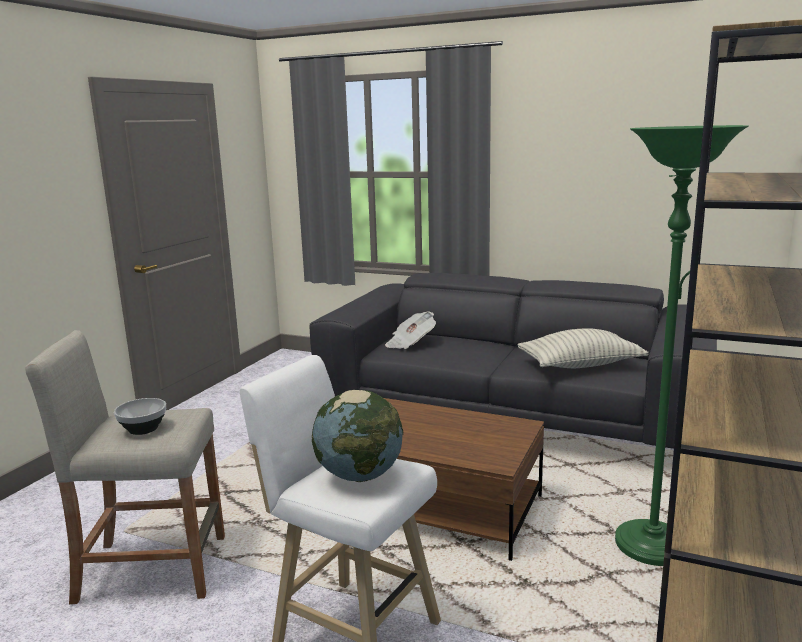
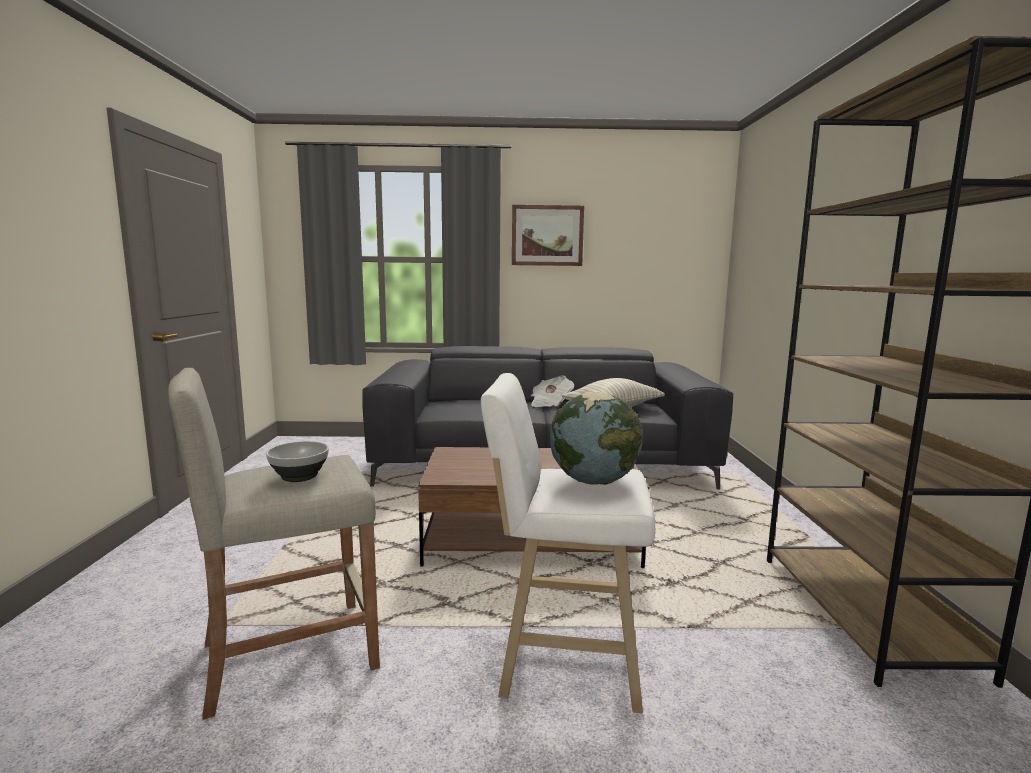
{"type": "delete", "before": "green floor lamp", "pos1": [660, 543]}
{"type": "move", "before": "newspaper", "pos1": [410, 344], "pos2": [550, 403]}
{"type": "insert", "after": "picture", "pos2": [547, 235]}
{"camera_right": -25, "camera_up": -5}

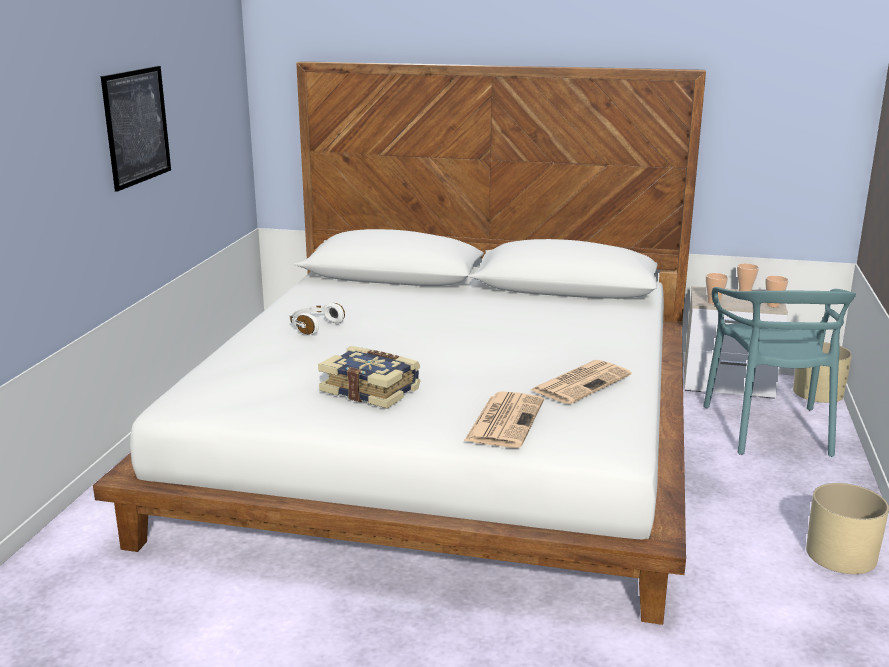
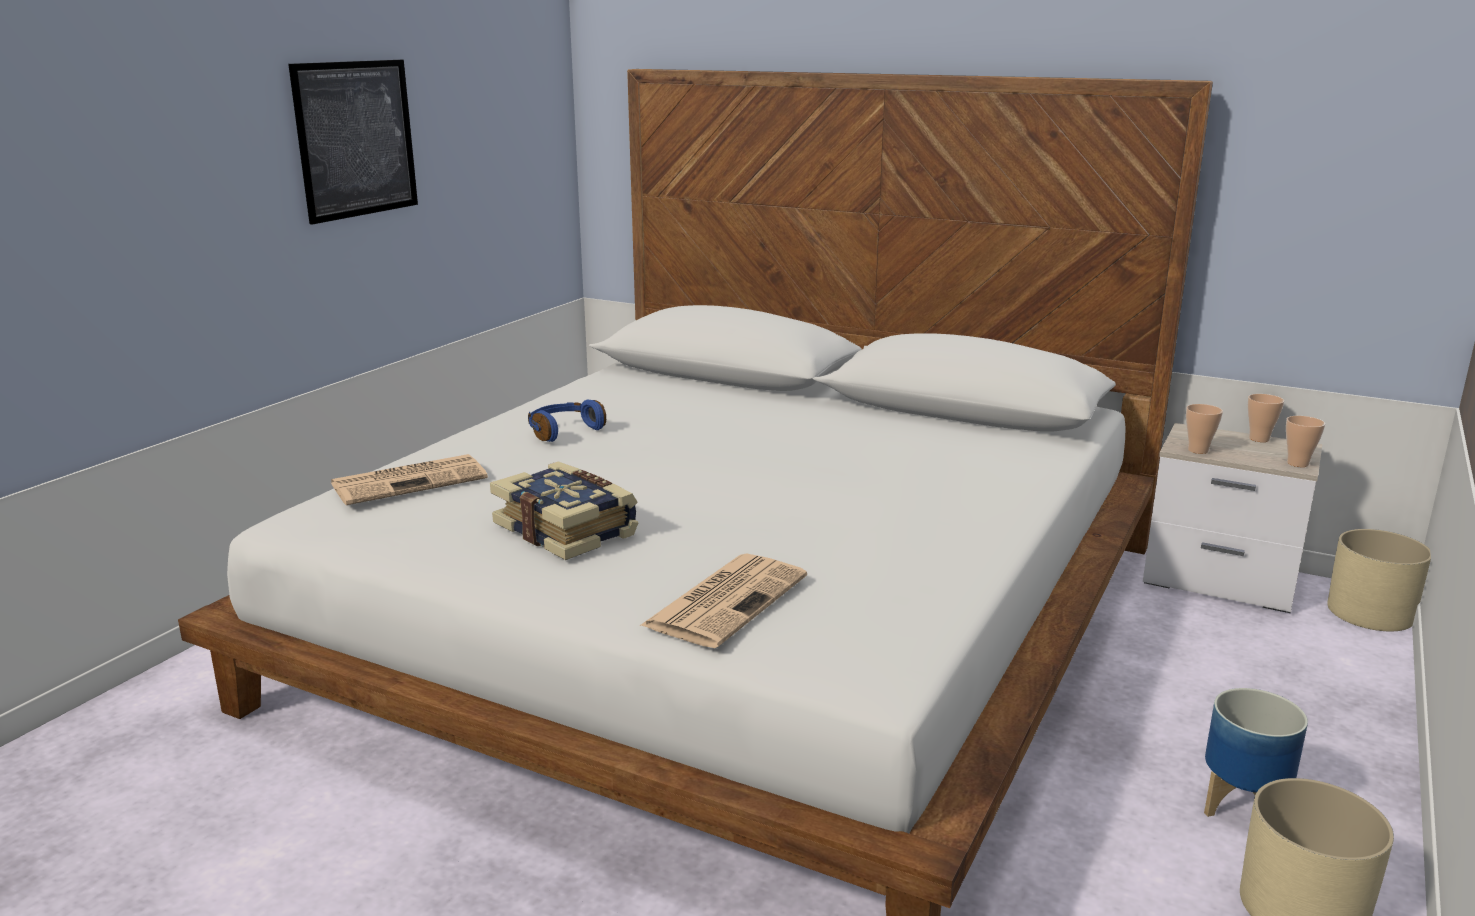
{"type": "delete", "before": "turquoise chair", "pos1": [770, 429]}
{"type": "recolor", "before": "white headphones", "after": "blue headphones", "pos1": [314, 326], "pos2": [563, 431]}
{"type": "move", "before": "newspaper", "pos1": [581, 382], "pos2": [411, 481]}
{"type": "insert", "after": "planter", "pos2": [1242, 807]}
{"camera_right": 15, "camera_up": 0}

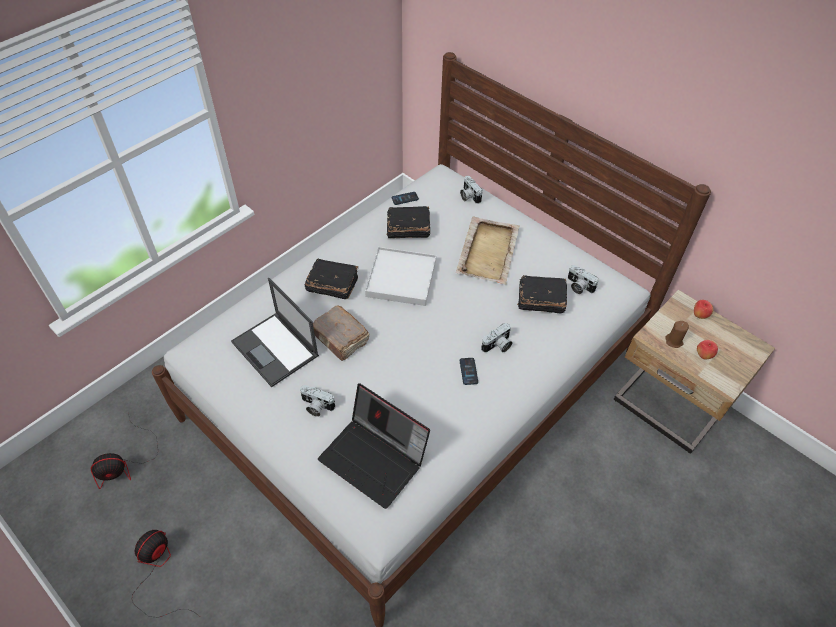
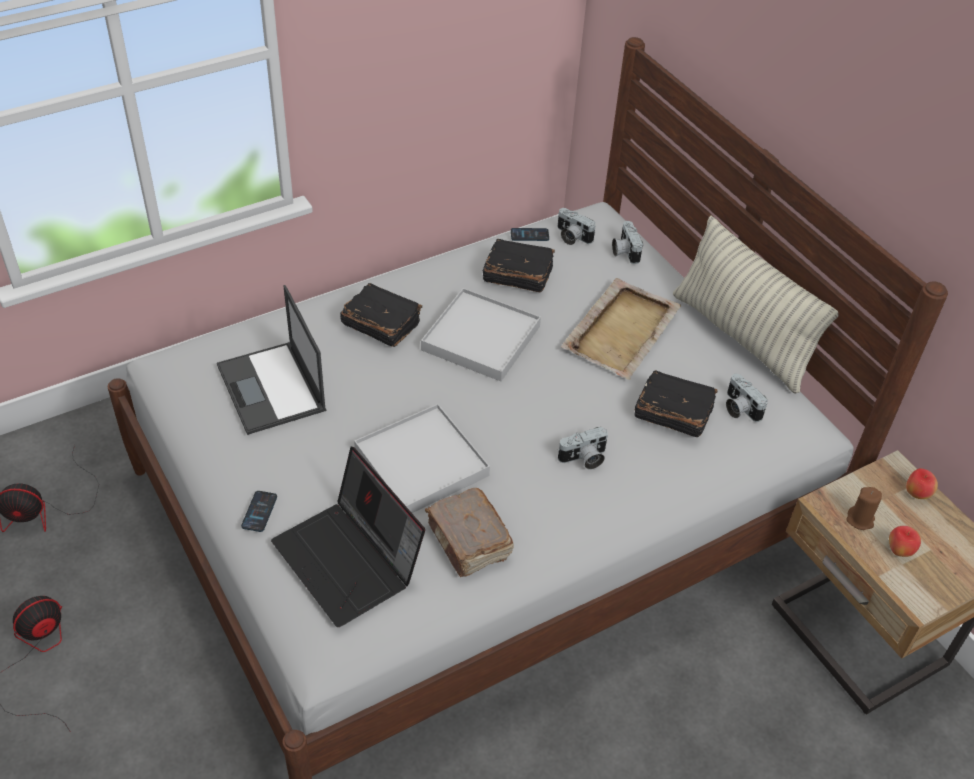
{"type": "move", "before": "brown book", "pos1": [341, 339], "pos2": [468, 542]}
{"type": "move", "before": "phone", "pos1": [468, 371], "pos2": [259, 512]}
{"type": "move", "before": "photo camera", "pos1": [316, 406], "pos2": [571, 237]}
{"type": "insert", "after": "pillow", "pos2": [741, 337]}
{"type": "insert", "after": "white tray", "pos2": [421, 463]}
{"camera_right": 15, "camera_up": -5}

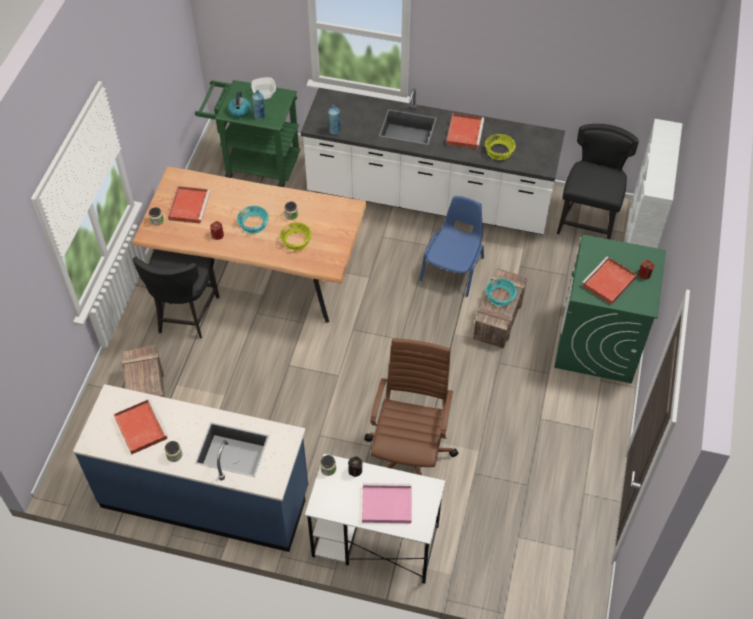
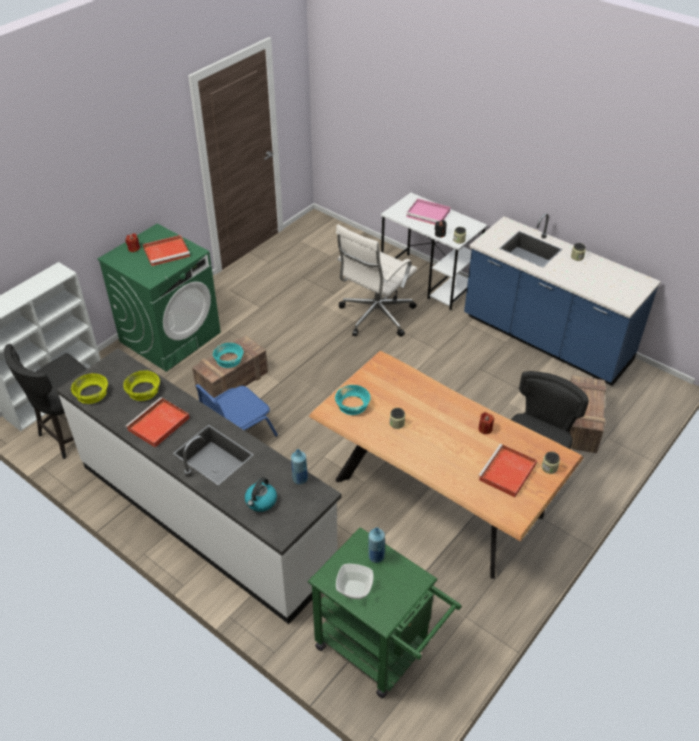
{"type": "move", "before": "kettle", "pos1": [239, 110], "pos2": [261, 502]}
{"type": "move", "before": "turquoise bowl", "pos1": [254, 224], "pos2": [351, 405]}
{"type": "move", "before": "yellow bowl", "pos1": [297, 241], "pos2": [91, 393]}
{"type": "recolor", "before": "brown office chair", "after": "white office chair", "pos1": [409, 456], "pos2": [375, 316]}
{"type": "delete", "before": "red tray", "pos1": [140, 427]}
{"camera_right": -155, "camera_up": -10}

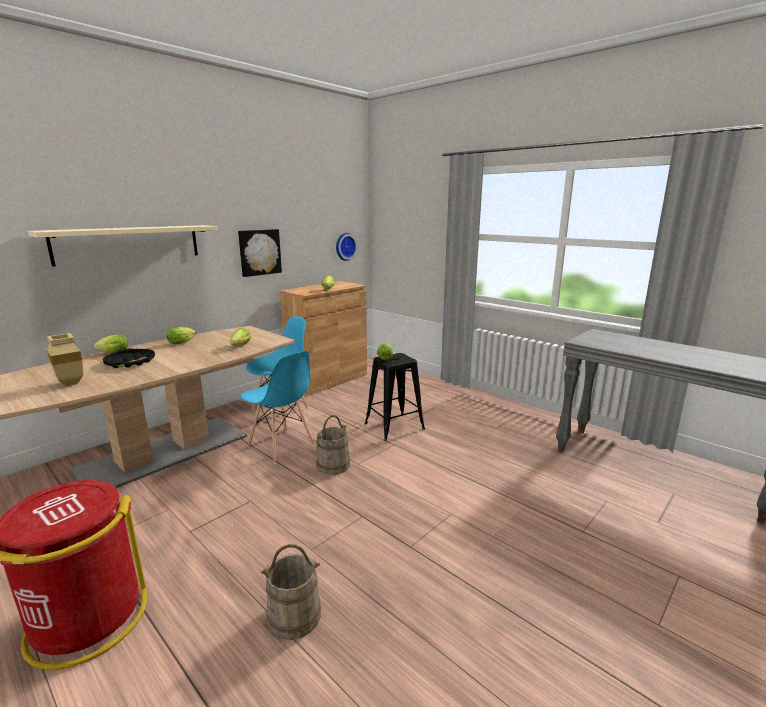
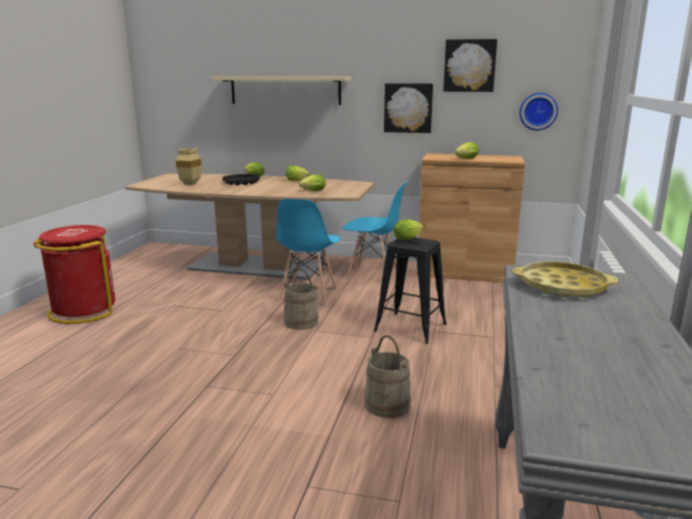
{"type": "move", "before": "beige bucket", "pos1": [294, 615], "pos2": [387, 404]}
{"type": "insert", "after": "picture", "pos2": [469, 65]}
{"type": "insert", "after": "yellow tray", "pos2": [562, 286]}
{"camera_right": 60, "camera_up": 0}

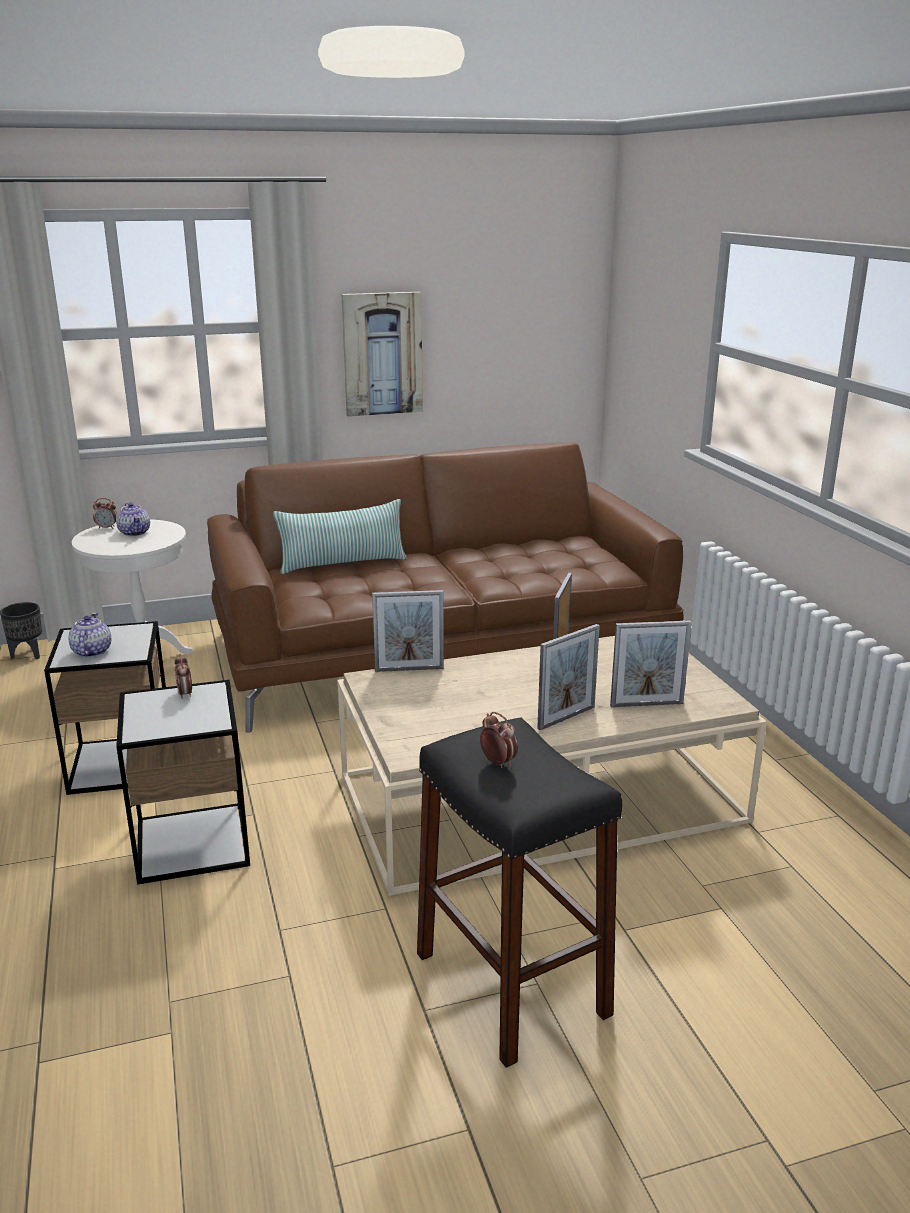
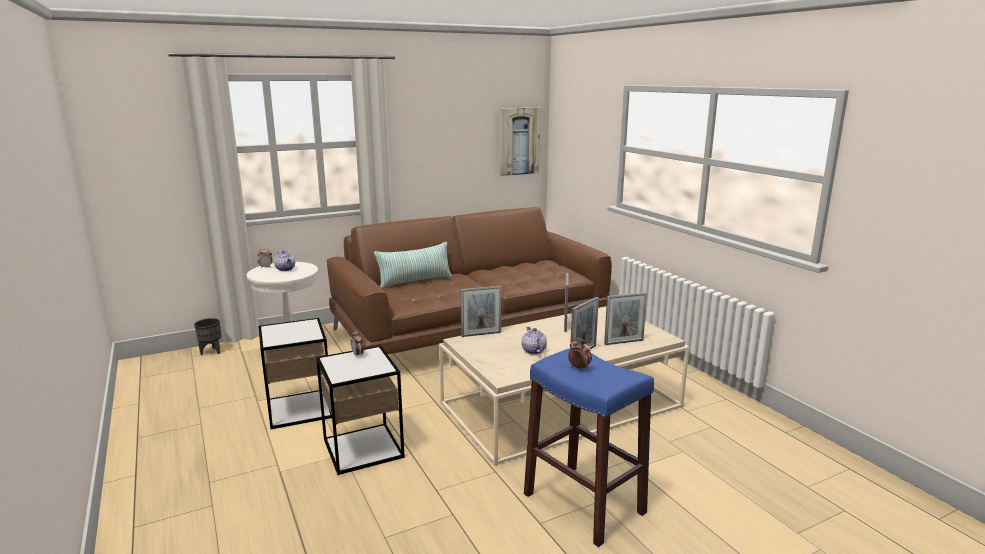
{"type": "move", "before": "picture", "pos1": [382, 354], "pos2": [519, 141]}
{"type": "move", "before": "teapot", "pos1": [91, 652], "pos2": [533, 350]}
{"type": "recolor", "before": "black stool", "after": "blue stool", "pos1": [511, 983], "pos2": [583, 503]}
{"camera_right": -10, "camera_up": -5}

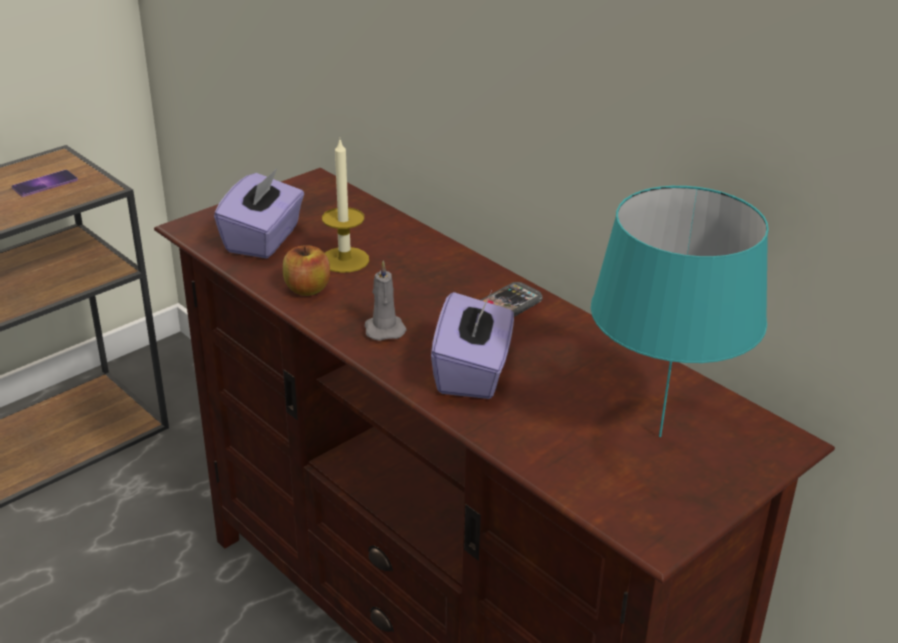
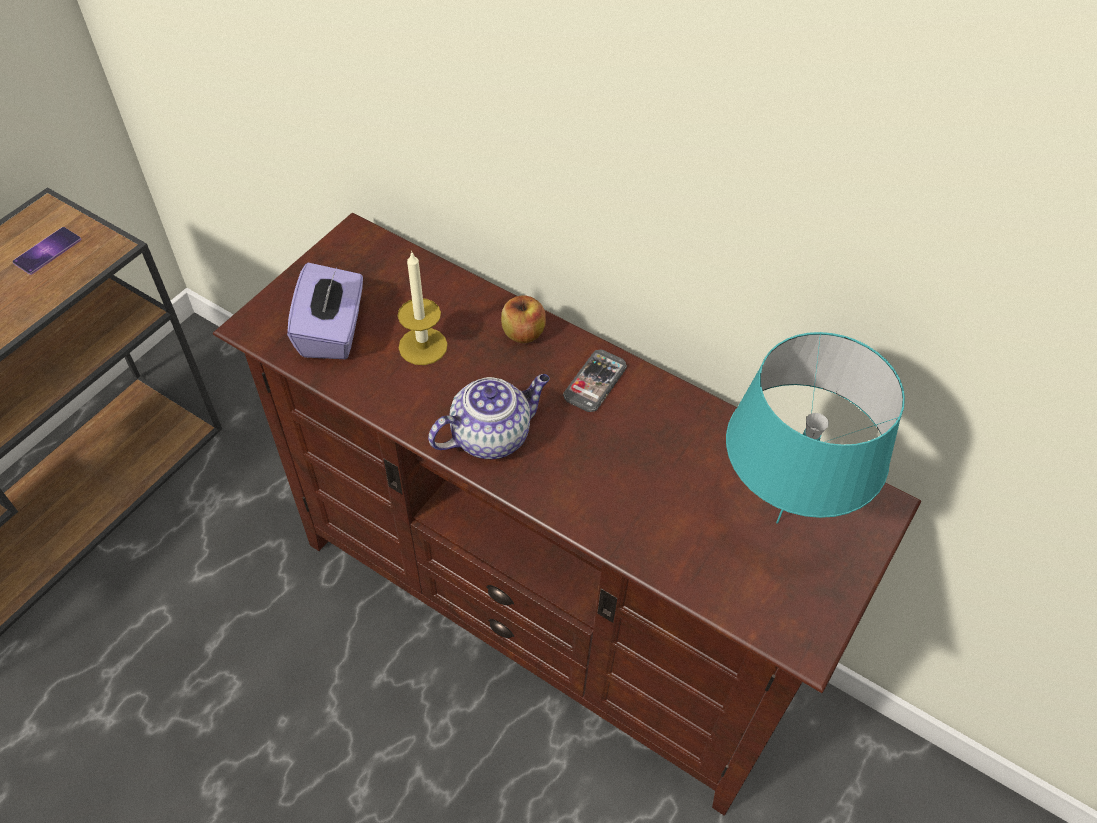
{"type": "move", "before": "apple", "pos1": [307, 289], "pos2": [523, 333]}
{"type": "replace", "before": "grey candle", "after": "teapot", "pos1": [384, 329], "pos2": [492, 435]}
{"type": "delete", "before": "purple tissue box", "pos1": [473, 372]}
{"camera_right": -15, "camera_up": 20}

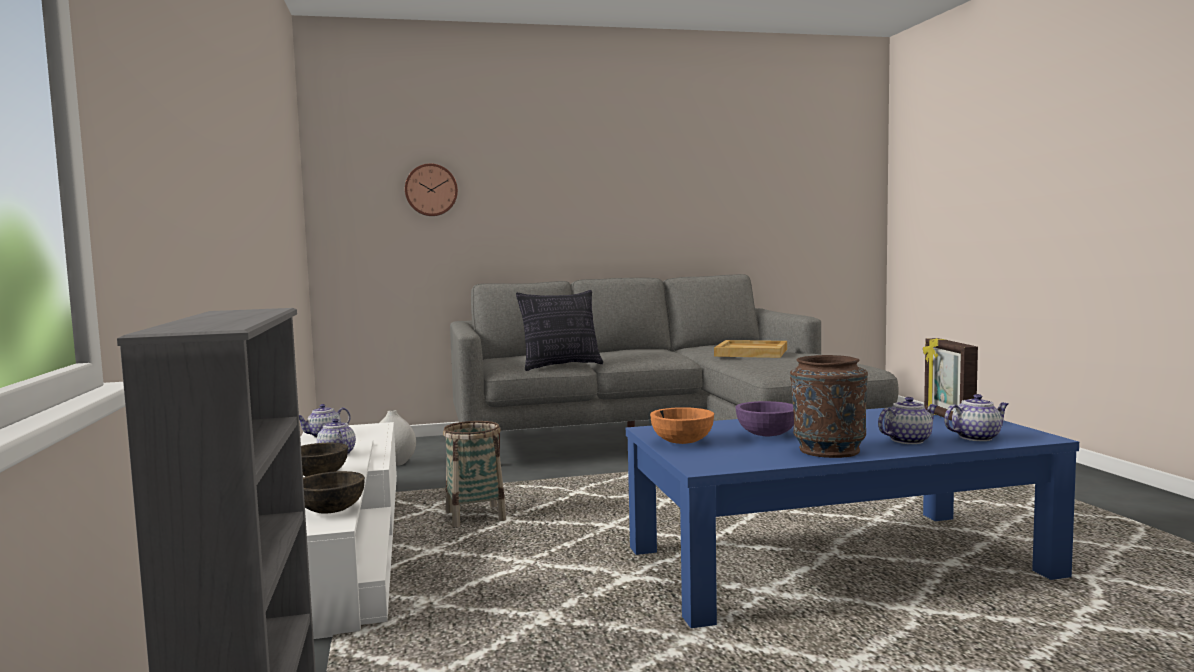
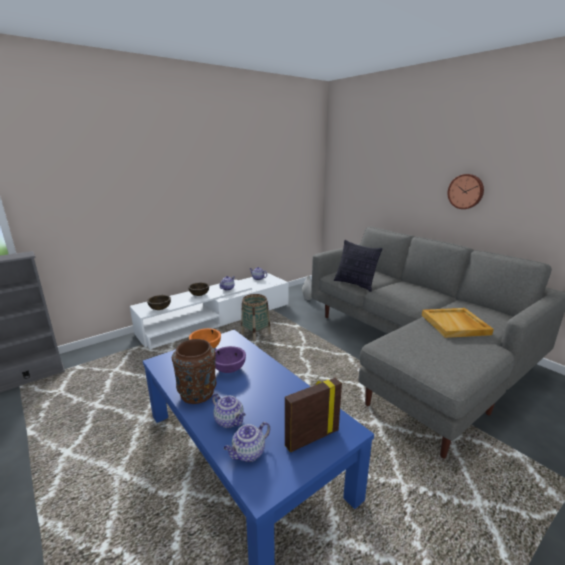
{"type": "move", "before": "wall clock", "pos1": [431, 190], "pos2": [466, 191]}
{"type": "rotate", "before": "teapot", "pos1": [976, 437], "pos2": [248, 453], "turn": 90}
{"camera_right": 65, "camera_up": 15}

